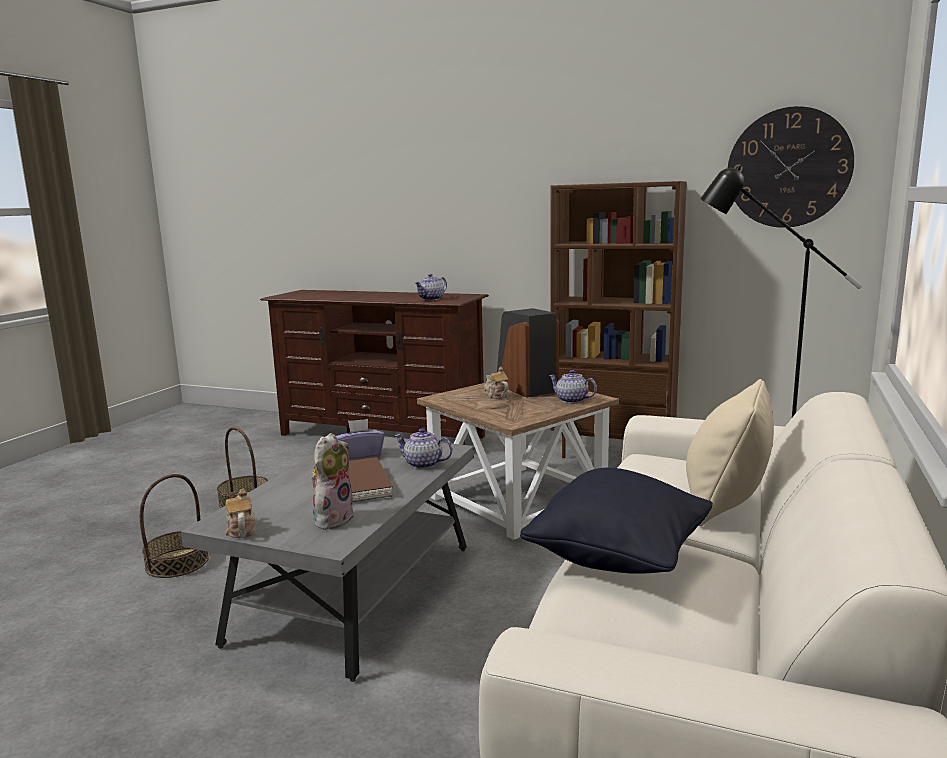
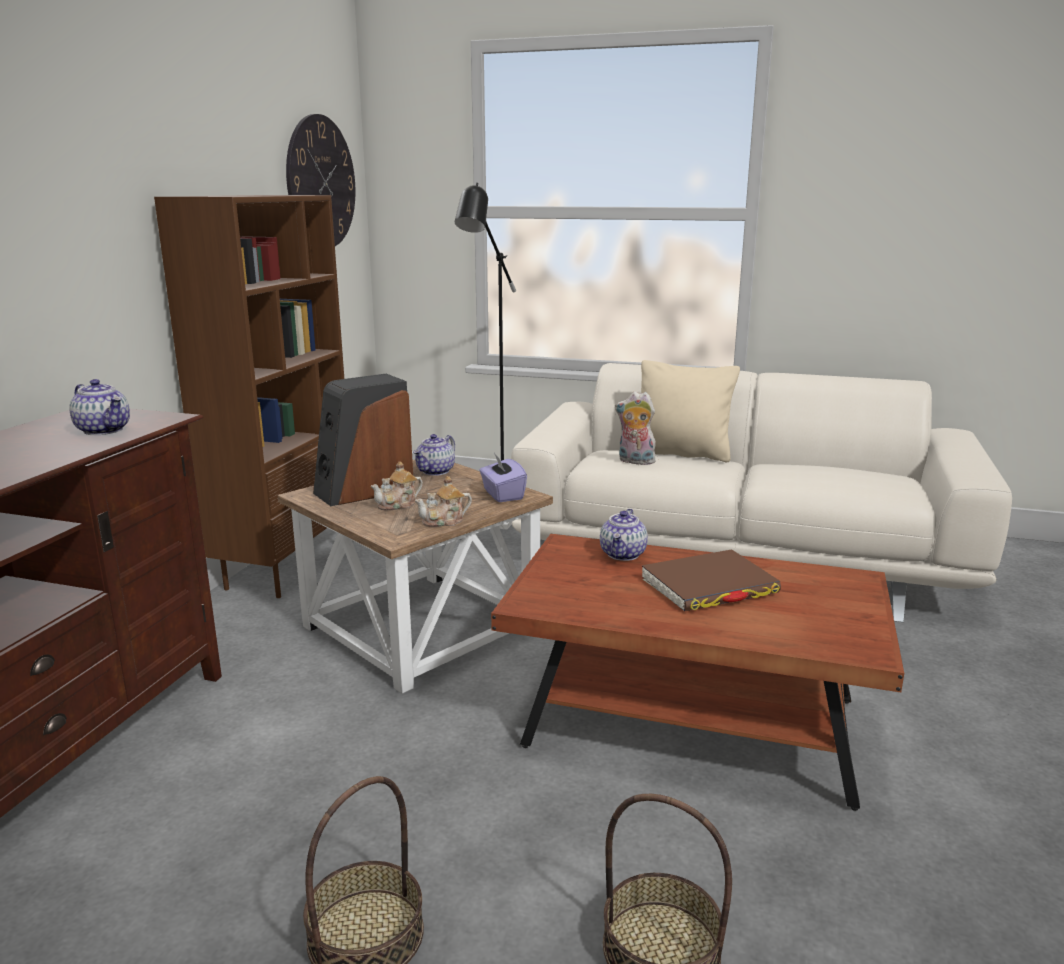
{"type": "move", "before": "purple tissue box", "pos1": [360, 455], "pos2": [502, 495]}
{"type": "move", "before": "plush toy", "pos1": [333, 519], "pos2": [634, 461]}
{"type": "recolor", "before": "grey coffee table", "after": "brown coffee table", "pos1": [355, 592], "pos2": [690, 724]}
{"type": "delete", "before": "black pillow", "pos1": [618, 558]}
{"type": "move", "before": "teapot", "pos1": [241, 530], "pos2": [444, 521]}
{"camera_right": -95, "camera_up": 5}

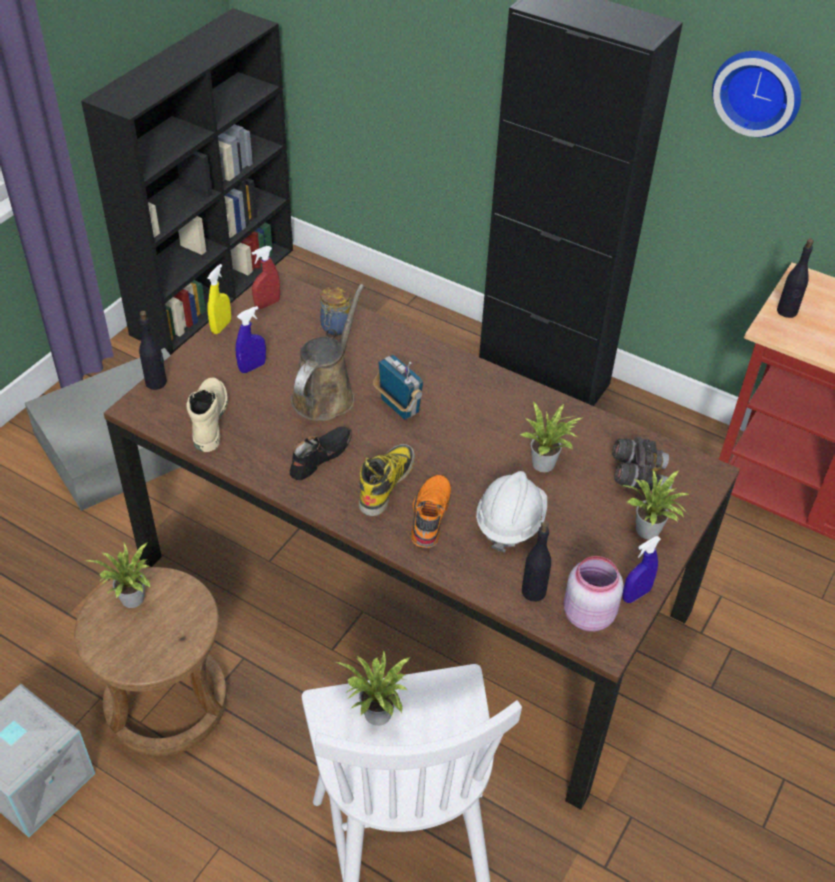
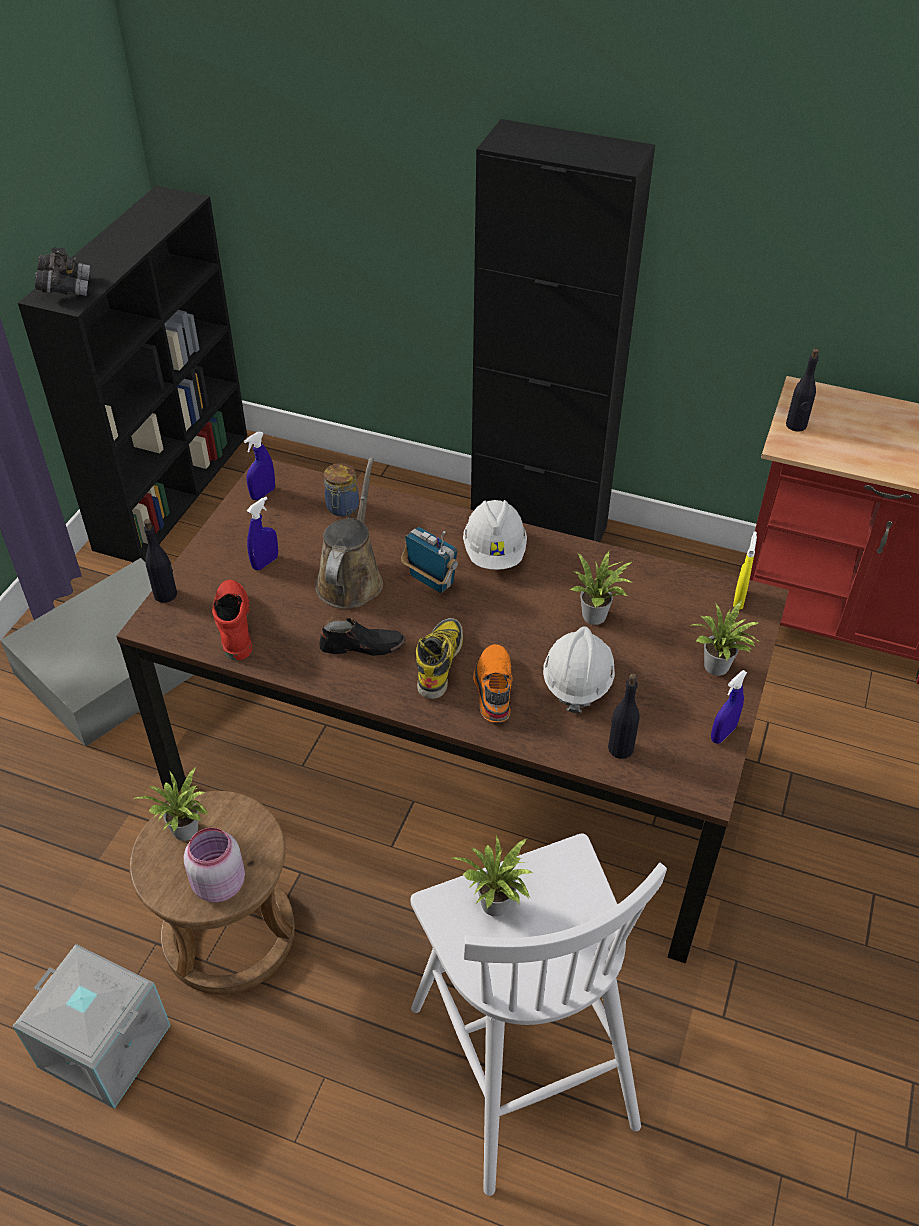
{"type": "delete", "before": "wall clock", "pos1": [758, 91]}
{"type": "recolor", "before": "red spray bottle", "after": "blue spray bottle", "pos1": [267, 304], "pos2": [263, 494]}
{"type": "move", "before": "yellow spray bottle", "pos1": [221, 327], "pos2": [739, 600]}
{"type": "recolor", "before": "beige boot", "after": "red boot", "pos1": [208, 419], "pos2": [232, 625]}
{"type": "rotate", "before": "black shoe", "pos1": [320, 456], "pos2": [362, 645], "turn": 60}
{"type": "move", "before": "grey binoculars", "pos1": [638, 476], "pos2": [65, 288]}
{"type": "move", "before": "pink jar", "pos1": [586, 614], "pos2": [217, 884]}
{"type": "insert", "after": "white hard hat", "pos2": [495, 552]}
{"camera_right": -10, "camera_up": 0}

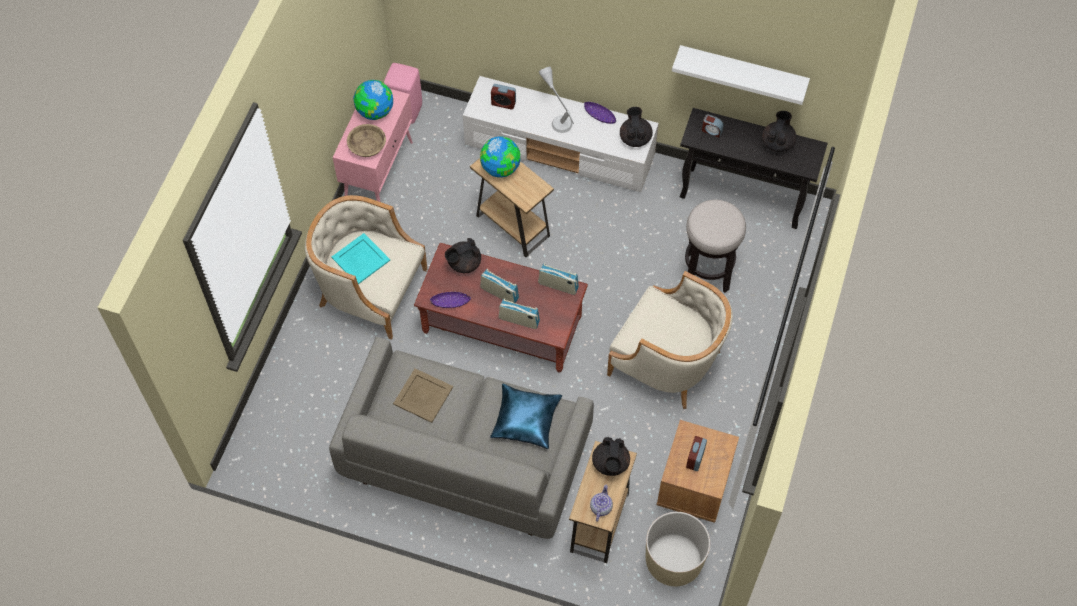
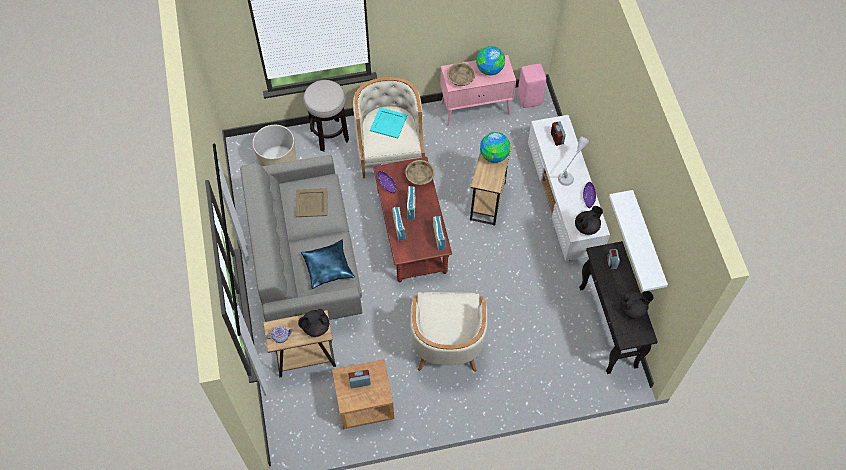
{"type": "move", "before": "stool", "pos1": [707, 272], "pos2": [329, 135]}
{"type": "replace", "before": "black teapot", "after": "beige bowl", "pos1": [463, 263], "pos2": [419, 177]}
{"type": "move", "before": "beige planter", "pos1": [673, 561], "pos2": [278, 162]}
{"camera_right": 60, "camera_up": 0}

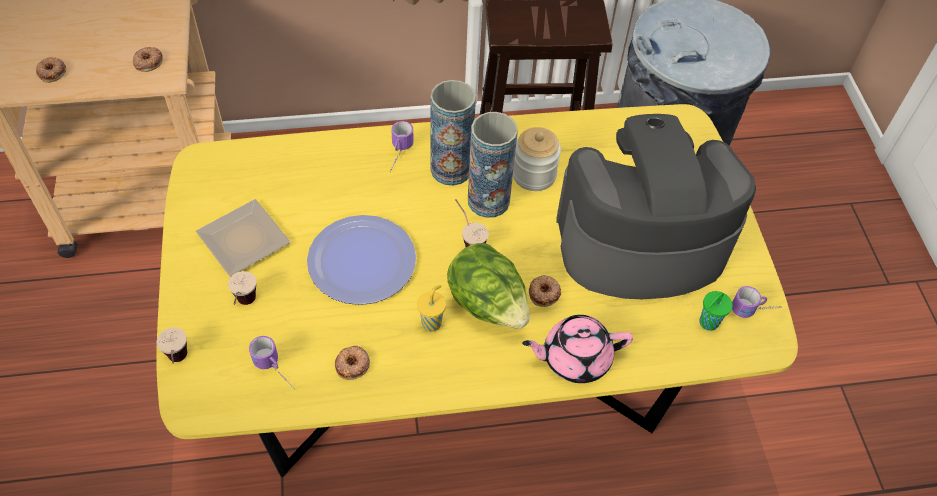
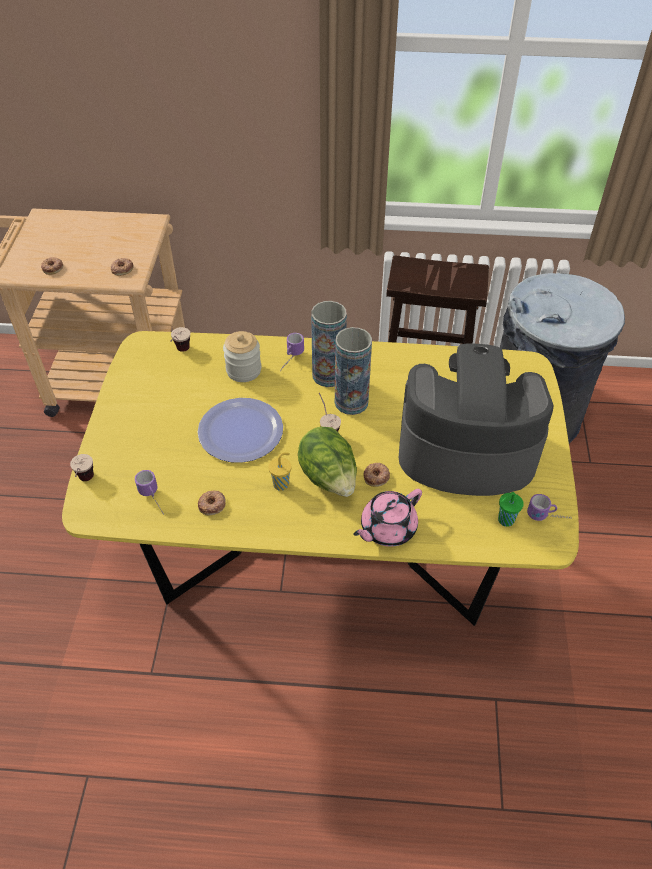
{"type": "move", "before": "jar", "pos1": [534, 175], "pos2": [243, 370]}
{"type": "delete", "before": "plate", "pos1": [244, 237]}
{"type": "move", "before": "cup", "pos1": [245, 307], "pos2": [180, 353]}
{"type": "rotate", "before": "pink teapot", "pos1": [574, 358], "pos2": [387, 528], "turn": -45}
{"camera_right": 15, "camera_up": -5}

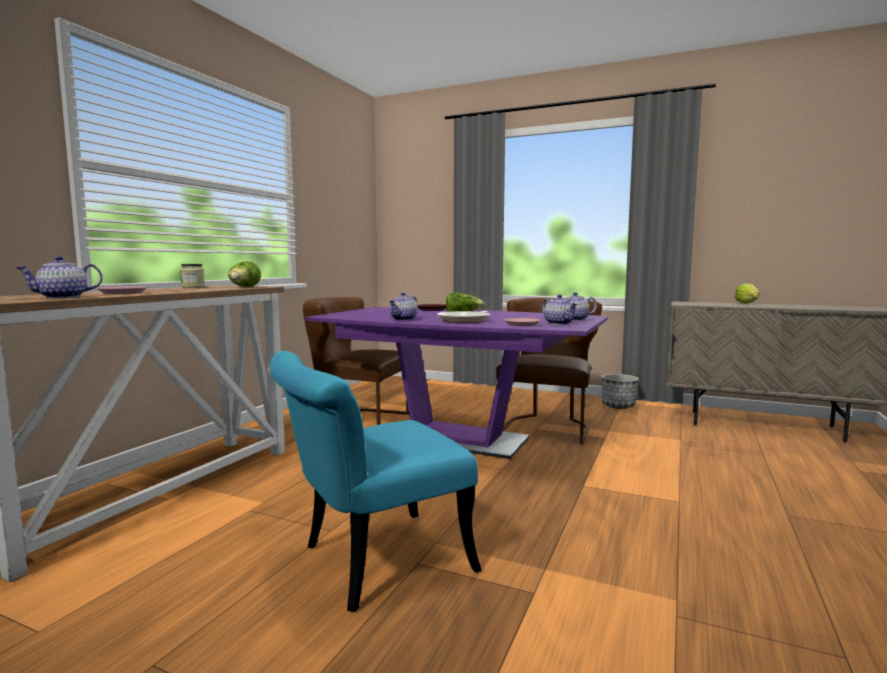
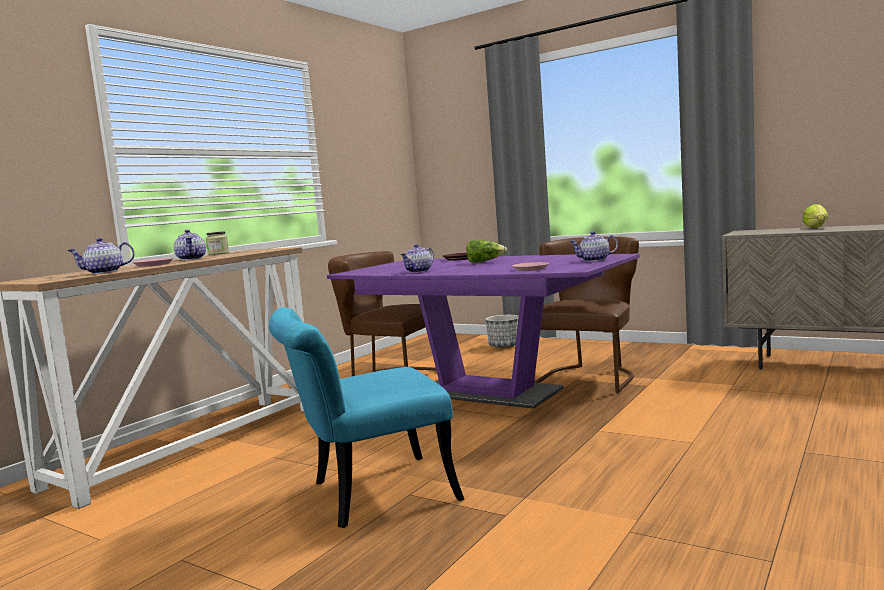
{"type": "delete", "before": "lettuce", "pos1": [244, 287]}
{"type": "move", "before": "teapot", "pos1": [559, 323], "pos2": [192, 259]}
{"type": "delete", "before": "frying pan", "pos1": [465, 320]}
{"type": "move", "before": "planter", "pos1": [618, 406], "pos2": [504, 346]}
{"camera_right": 10, "camera_up": 0}

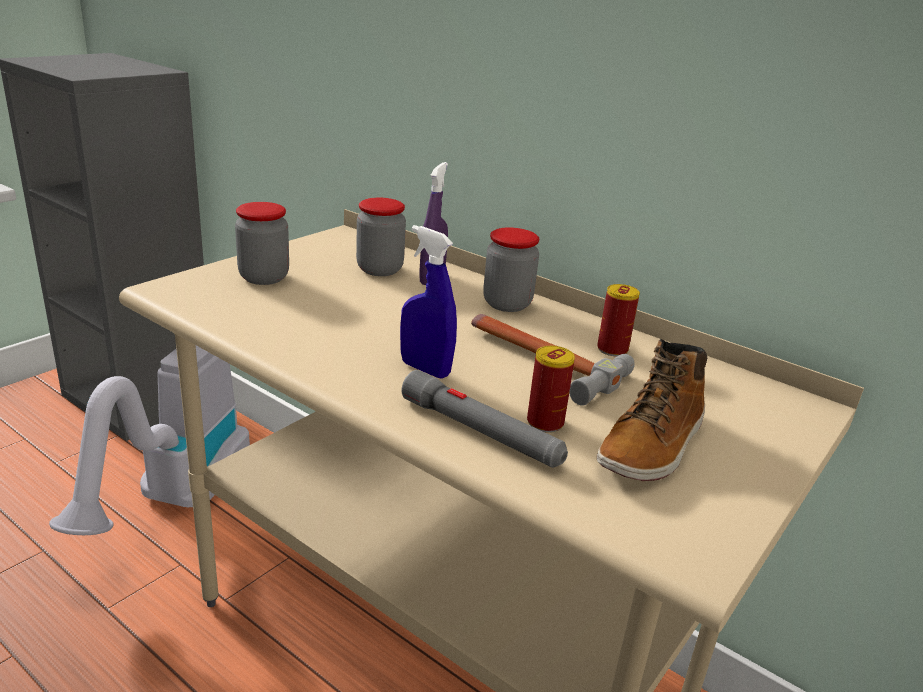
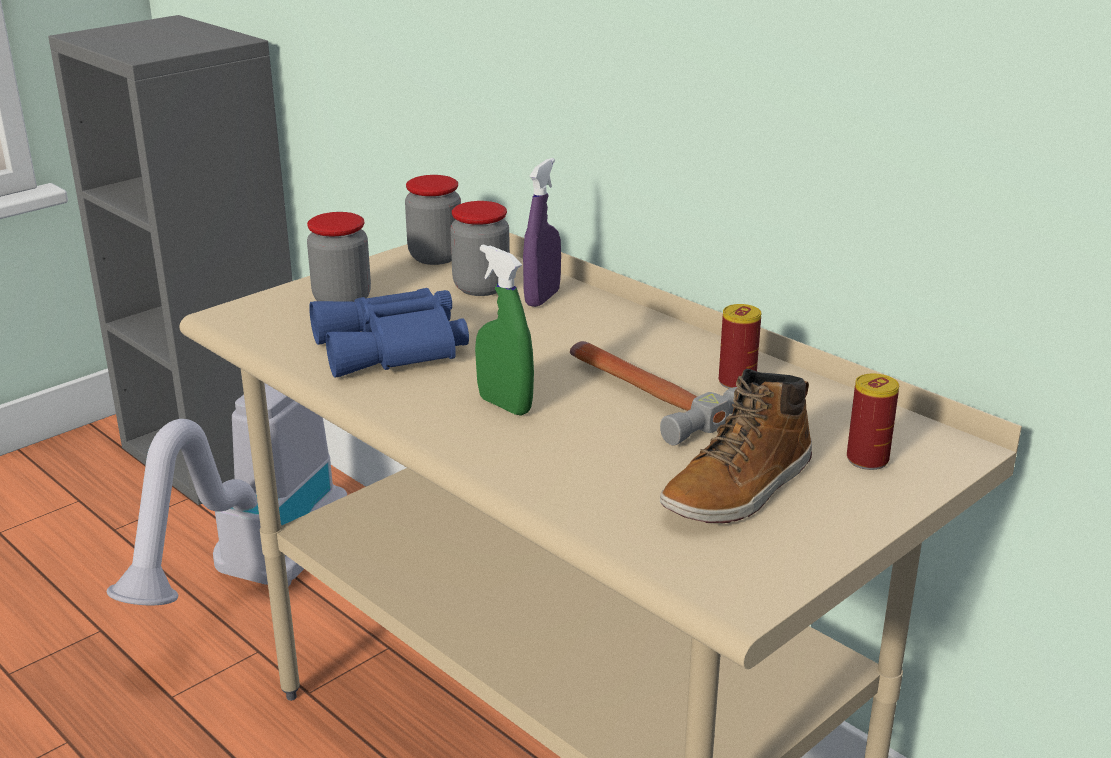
{"type": "recolor", "before": "blue spray bottle", "after": "green spray bottle", "pos1": [425, 369], "pos2": [505, 405]}
{"type": "move", "before": "jar", "pos1": [507, 304], "pos2": [435, 257]}
{"type": "move", "before": "can", "pos1": [545, 422], "pos2": [867, 460]}
{"type": "delete", "before": "grey flashlight", "pos1": [480, 432]}
{"type": "insert", "after": "blue binoculars", "pos2": [394, 348]}
{"camera_right": 10, "camera_up": 0}

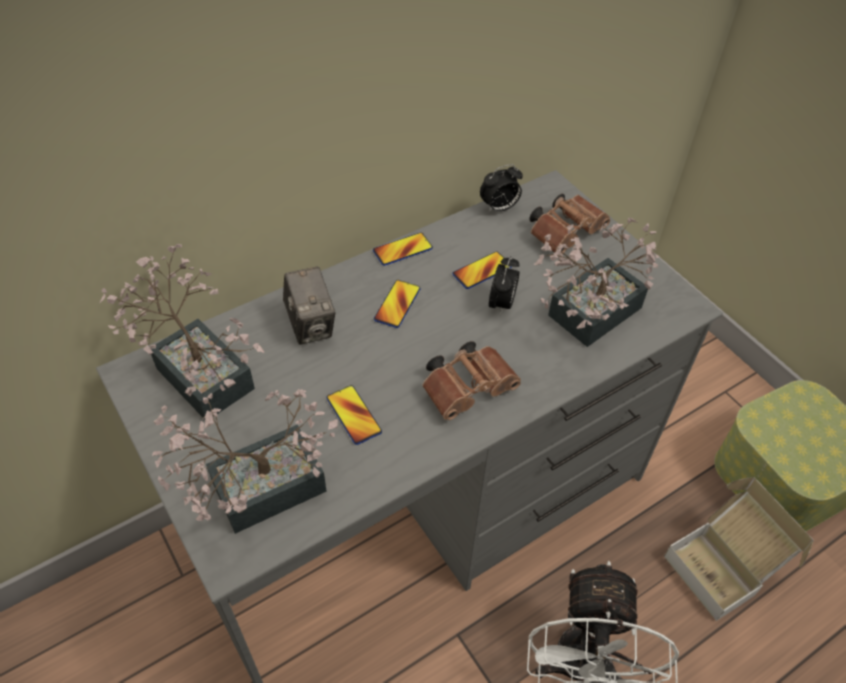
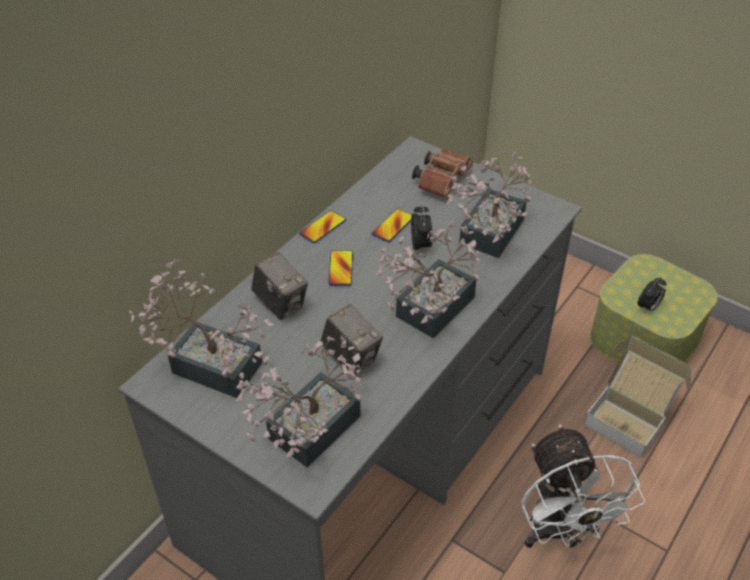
{"type": "move", "before": "alarm clock", "pos1": [499, 208], "pos2": [648, 307]}
{"type": "replace", "before": "brown binoculars", "after": "potted plant", "pos1": [470, 388], "pos2": [428, 312]}
{"type": "replace", "before": "phone", "after": "photo camera", "pos1": [354, 415], "pos2": [351, 357]}
{"camera_right": -20, "camera_up": -5}

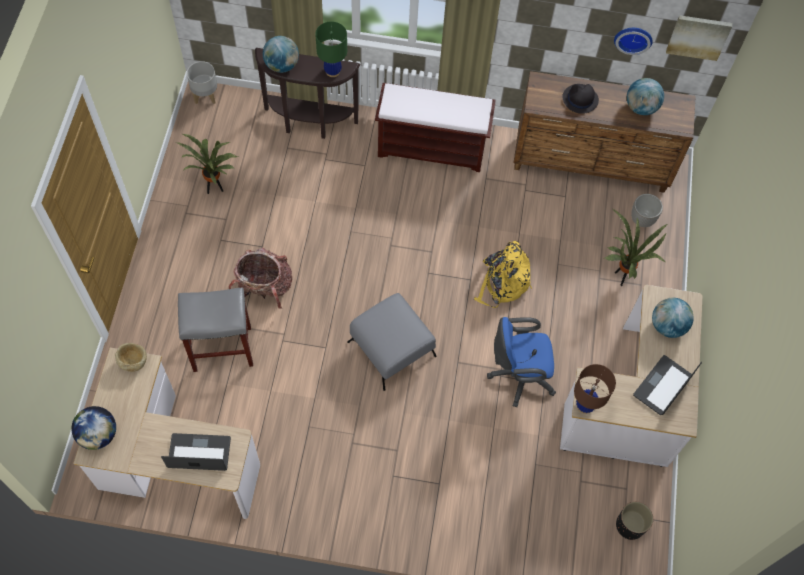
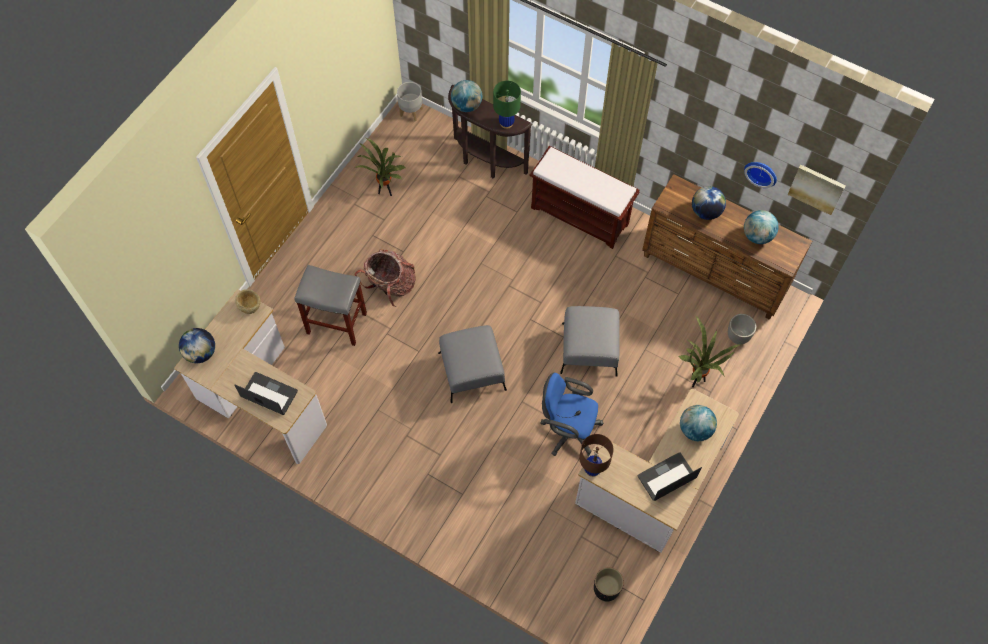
{"type": "replace", "before": "black hat", "after": "globe", "pos1": [580, 99], "pos2": [706, 212]}
{"type": "replace", "before": "yellow backpack", "after": "grey ottoman", "pos1": [502, 283], "pos2": [589, 349]}
{"camera_right": 25, "camera_up": 0}

